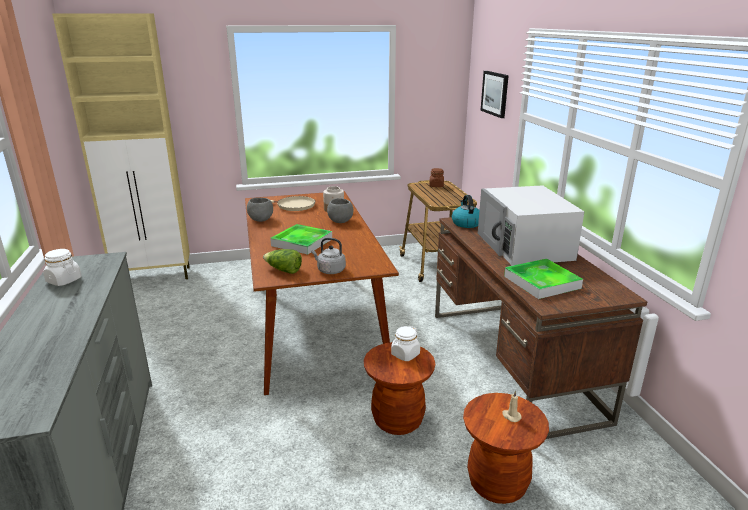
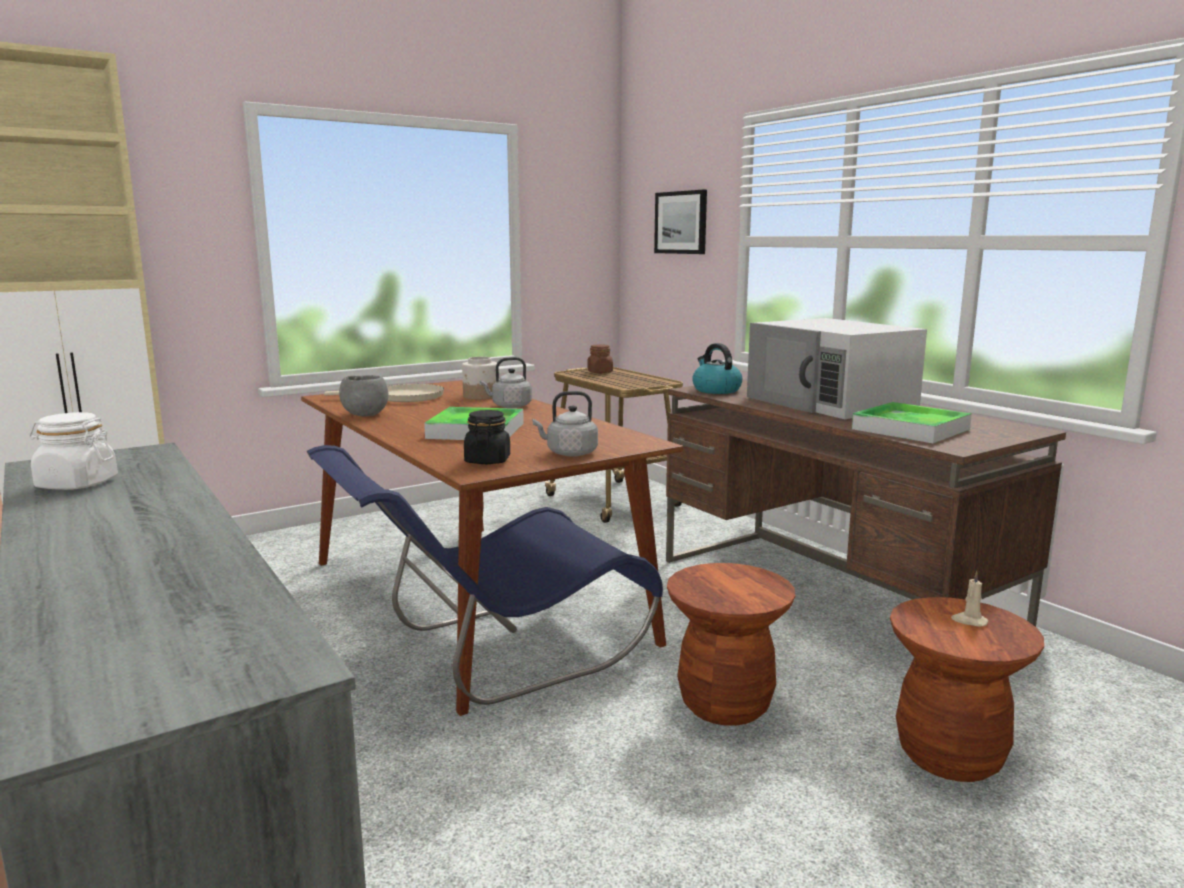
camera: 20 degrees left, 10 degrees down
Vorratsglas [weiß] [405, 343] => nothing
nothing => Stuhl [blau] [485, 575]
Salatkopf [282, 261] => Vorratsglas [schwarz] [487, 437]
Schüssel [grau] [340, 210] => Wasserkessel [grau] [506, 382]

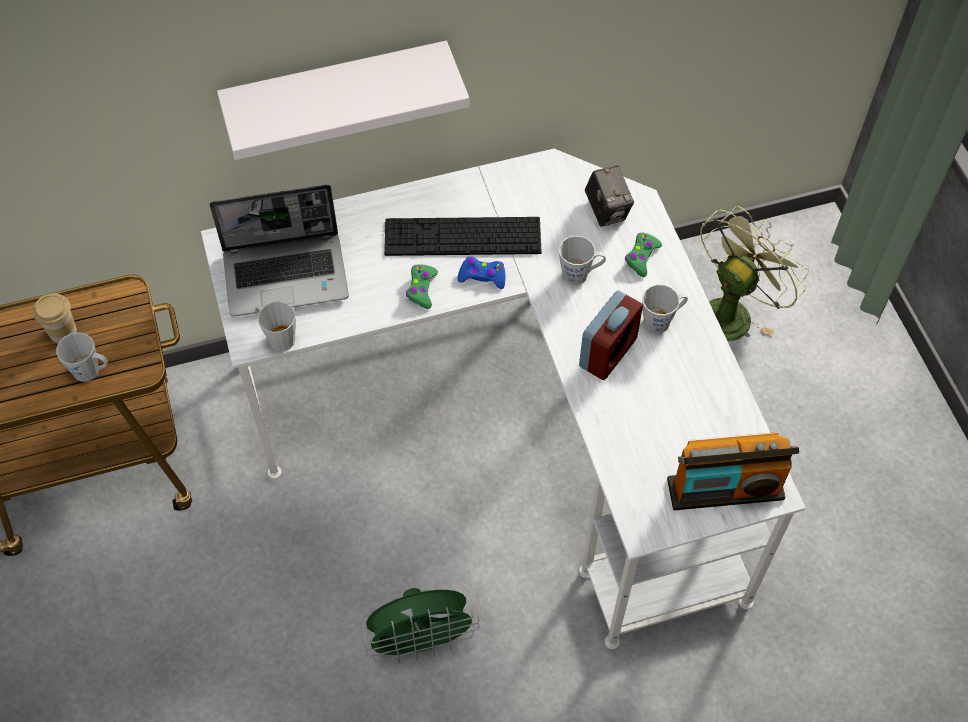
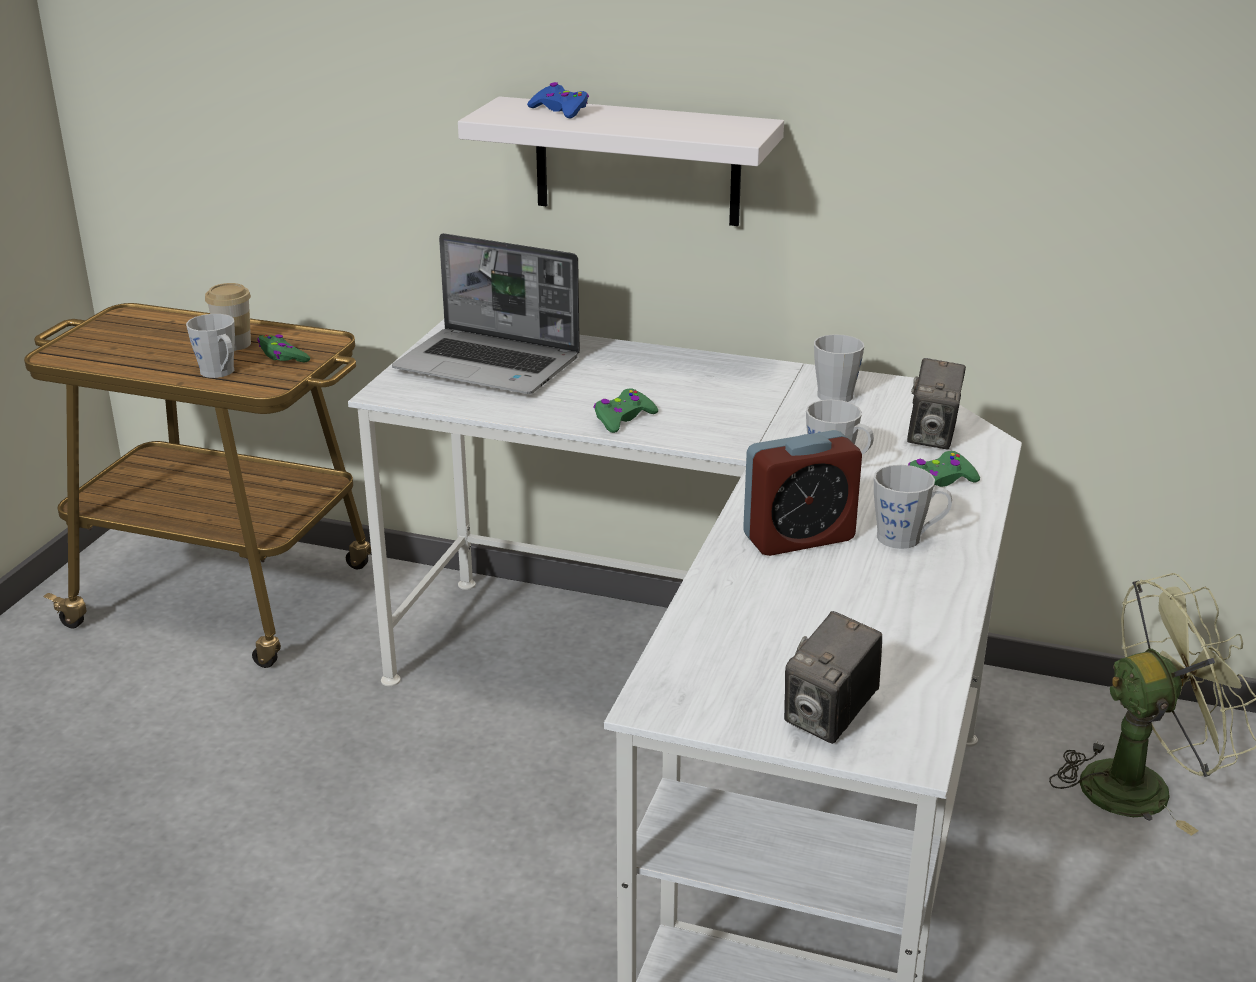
camera: 35 degrees right, 30 degrees down
Ventilator [grün] [421, 625] => nothing
Tastatur [462, 236] => nothing
nothing => Gamepad [grün] [283, 348]
Henkelbecher [grau] [275, 326] => Henkelbecher [grau] [839, 368], relocated
Gamepad [blau] [481, 272] => Gamepad [blau] [558, 100], relocated
Radio [733, 471] => Kamera [833, 677]

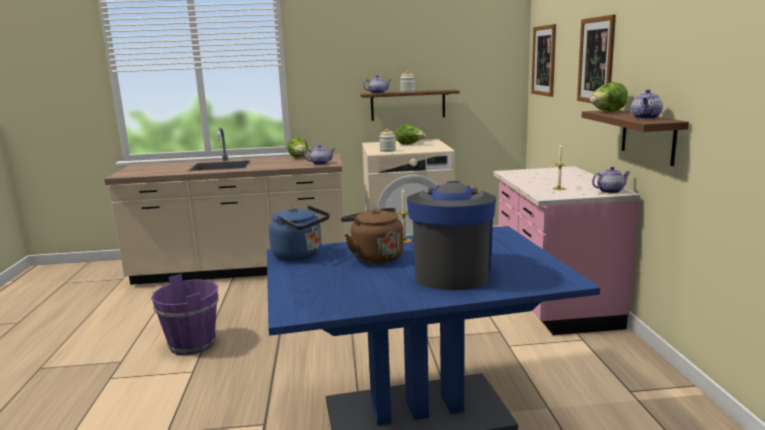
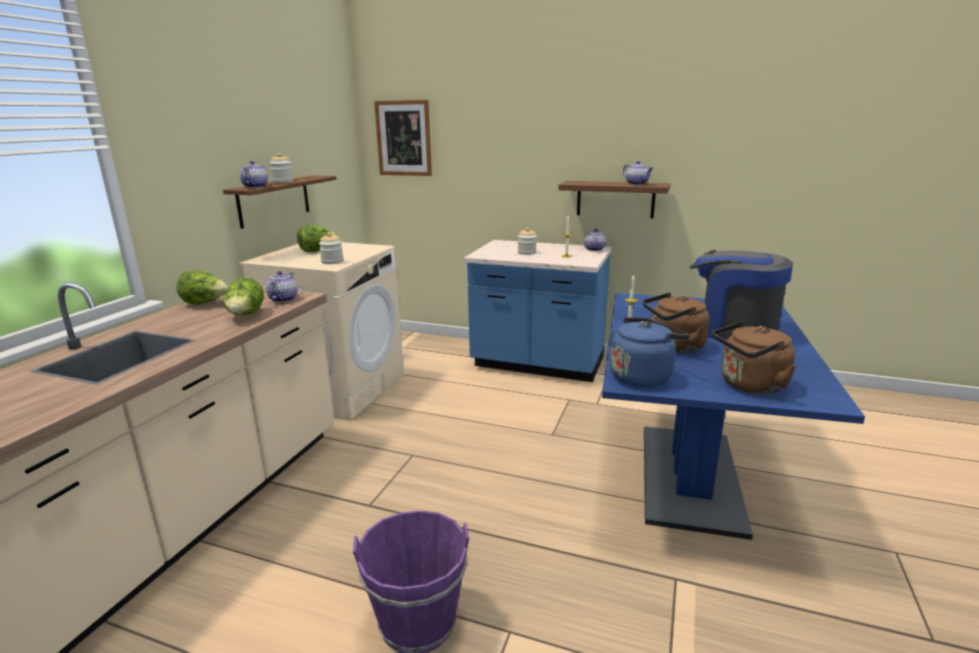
camera: 65 degrees left, 5 degrees up
Bild [596, 58] => nothing
nothing => Vorratsglas [527, 241]
nothing => Wasserkessel [braun] [754, 357]
Salatkopf [609, 97] => Salatkopf [243, 296], relocated
Küchenzeile [rosa] [567, 250] => Küchenzeile [blau] [538, 311]

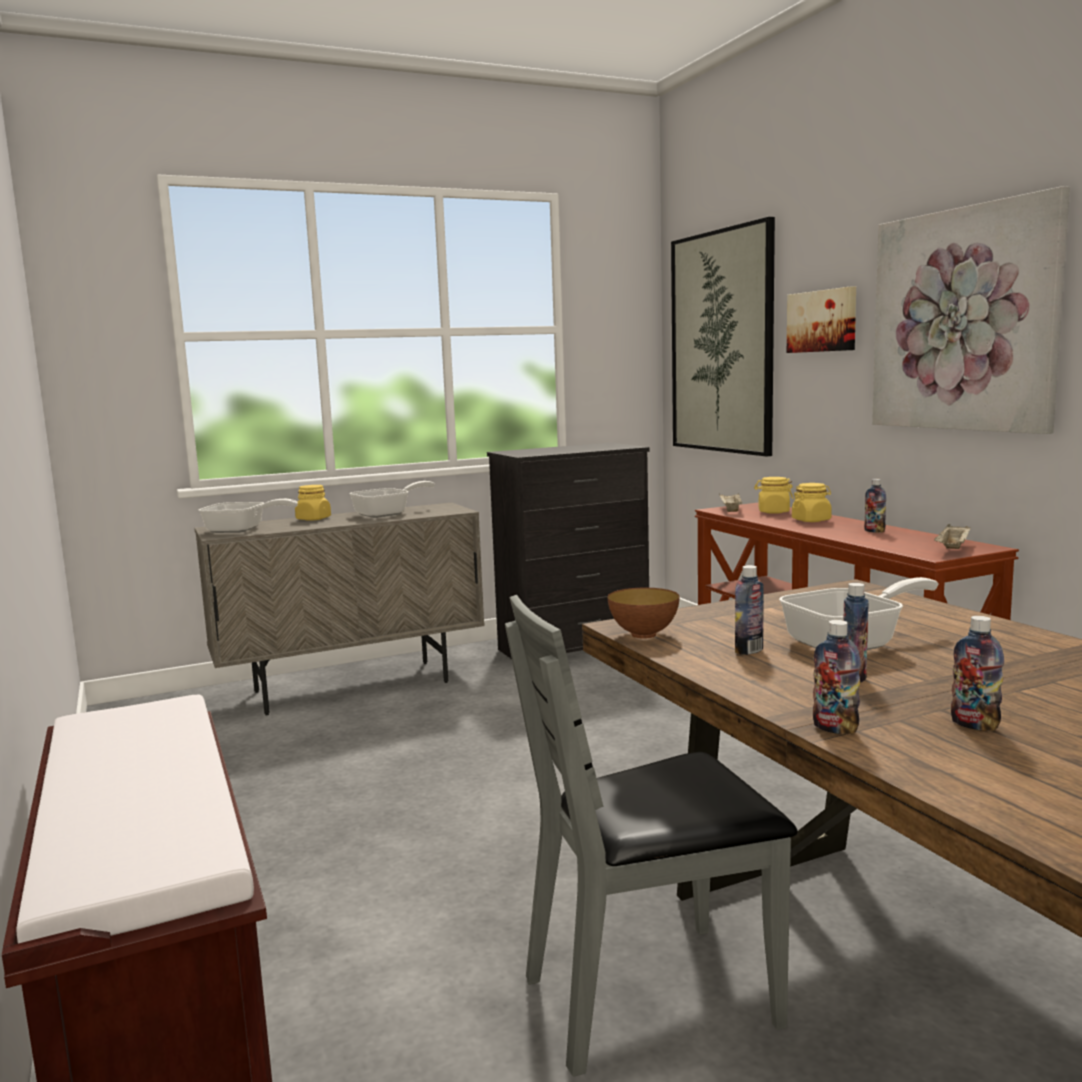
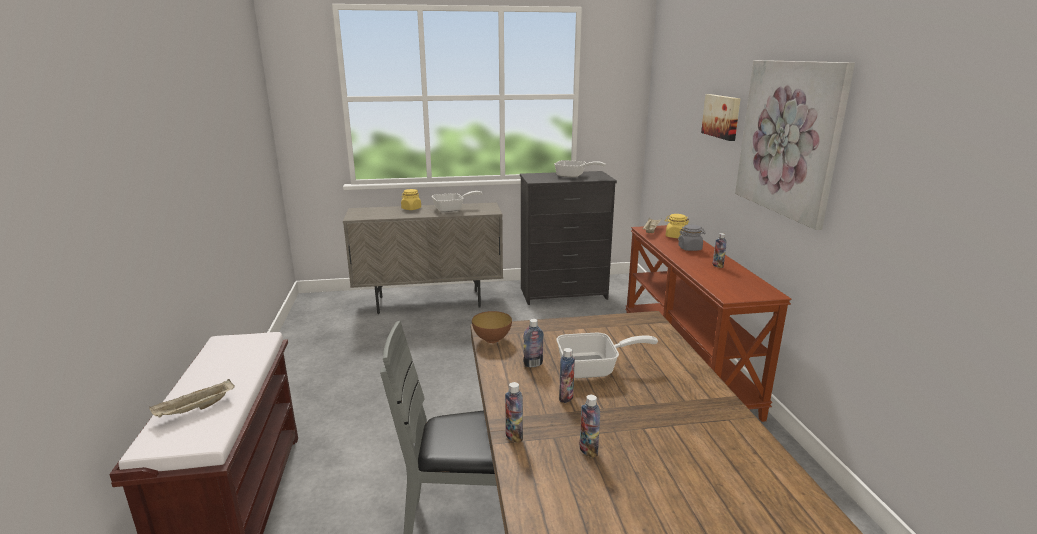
camera: 15 degrees right, 10 degrees up
Bild [723, 337] => nothing
Pfanne [248, 516] => Pfanne [580, 169], relocated
Tablett [beige] [952, 536] => Tablett [beige] [192, 398], relocated
Vorratsglas [gelb] [812, 502] => Vorratsglas [grau] [691, 237]

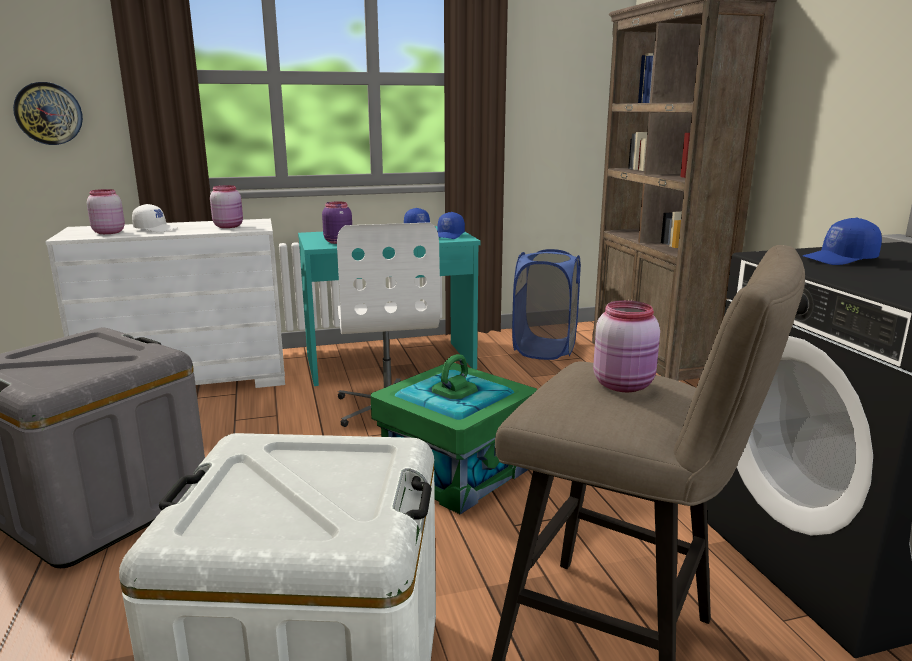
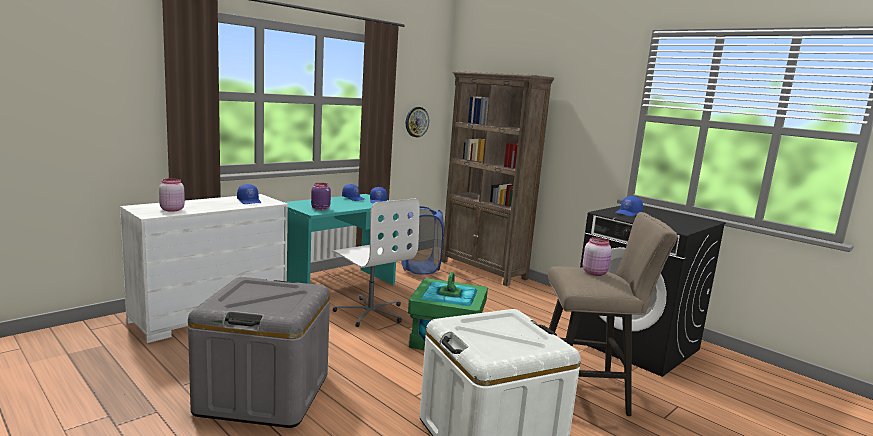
camera: 30 degrees left, 5 degrees down
Kappe [weiß] [155, 218] => nothing
Wanduhr [48, 113] => Wanduhr [417, 122], relocated
Vorratsglas [rosa] [226, 206] => Kappe [blau] [249, 194]

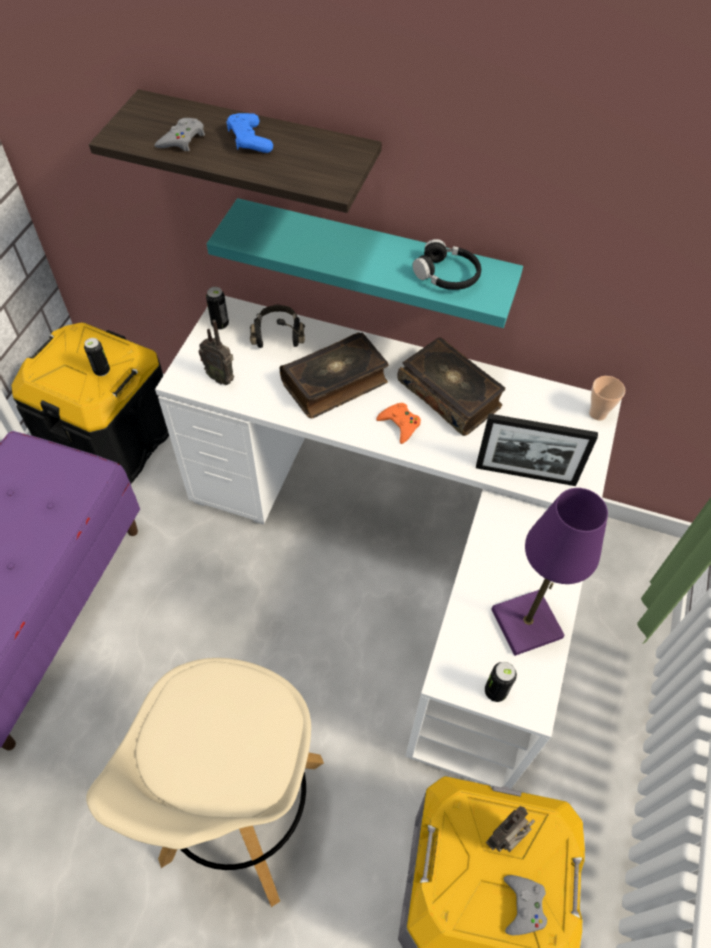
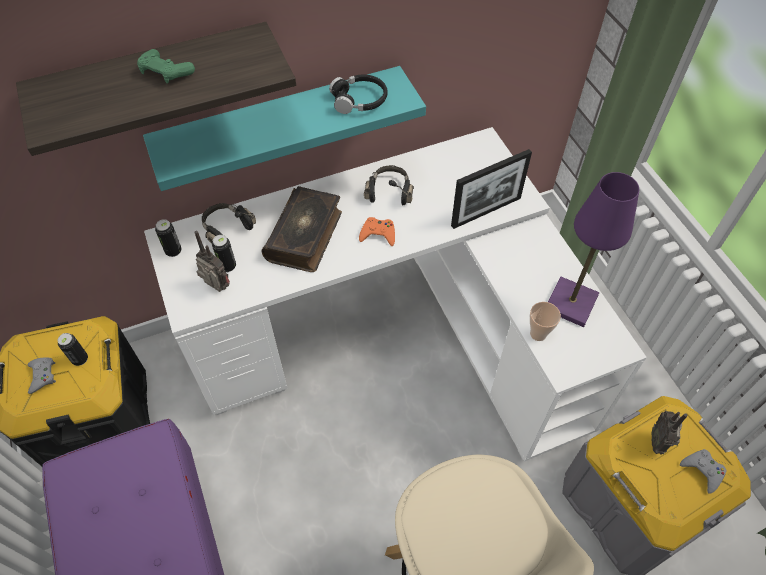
camera: 40 degrees left, 0 degrees up
Gamepad [grau] [179, 134] => Gamepad [grau] [42, 375], relocated
Dose [501, 682] => Dose [224, 253], relocated
Tasse [607, 398] => Tasse [545, 321], relocated
Buch [451, 386] => Kopfhörer [schwarz] [389, 185]
Gamepad [blau] [249, 133] => Gamepad [grün] [166, 66]
Radio [216, 352] => Radio [212, 261], 135 degrees counterclockwise

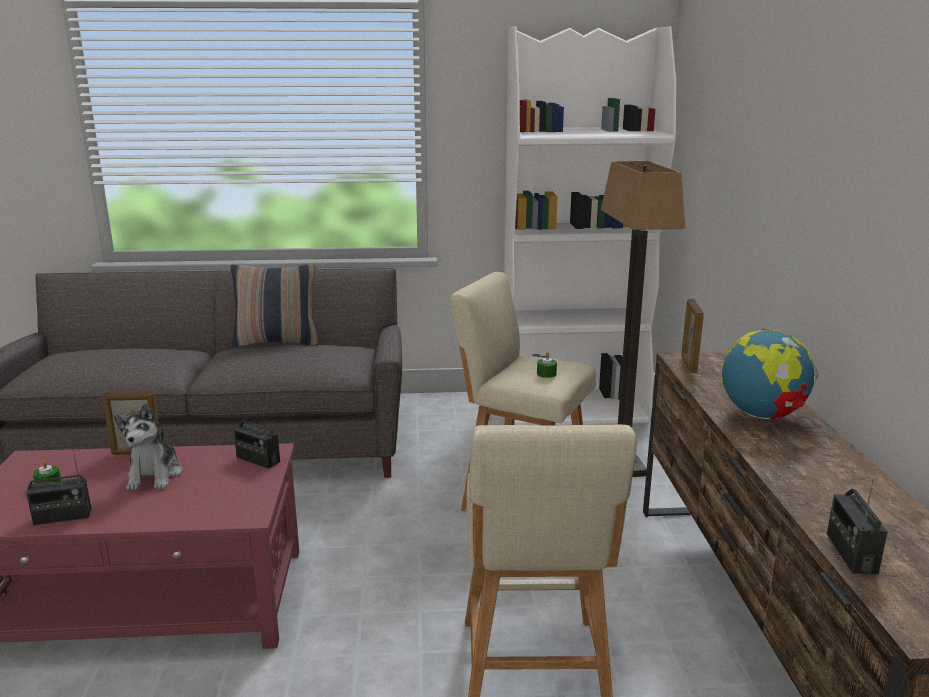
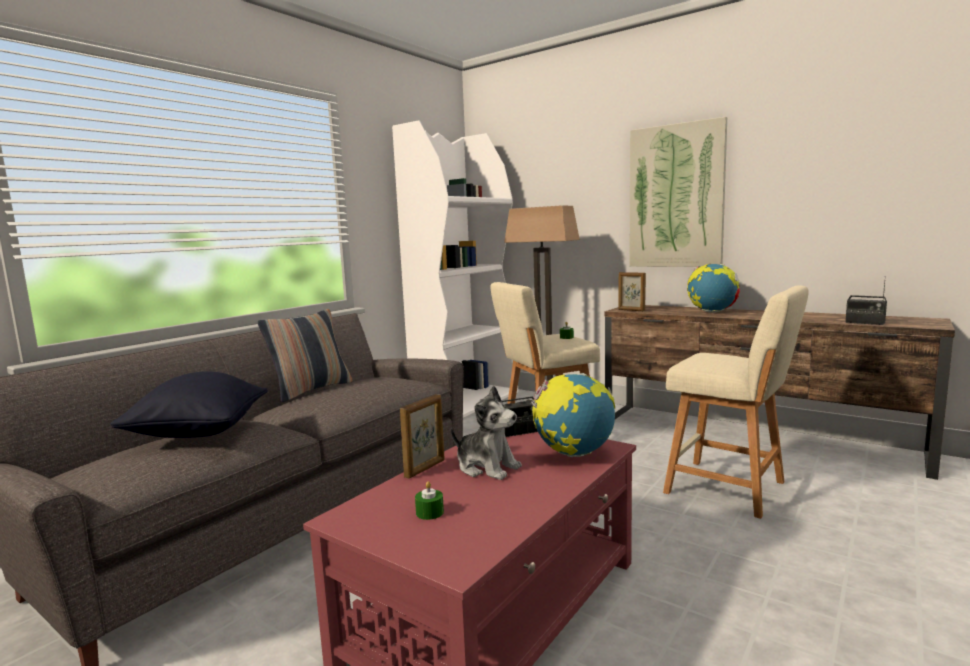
camera: 50 degrees left, 10 degrees down
Radio [58, 487] => nothing
nothing => Kissen [schwarz] [189, 404]
nothing => Globus [573, 415]
nothing => Bild [678, 192]

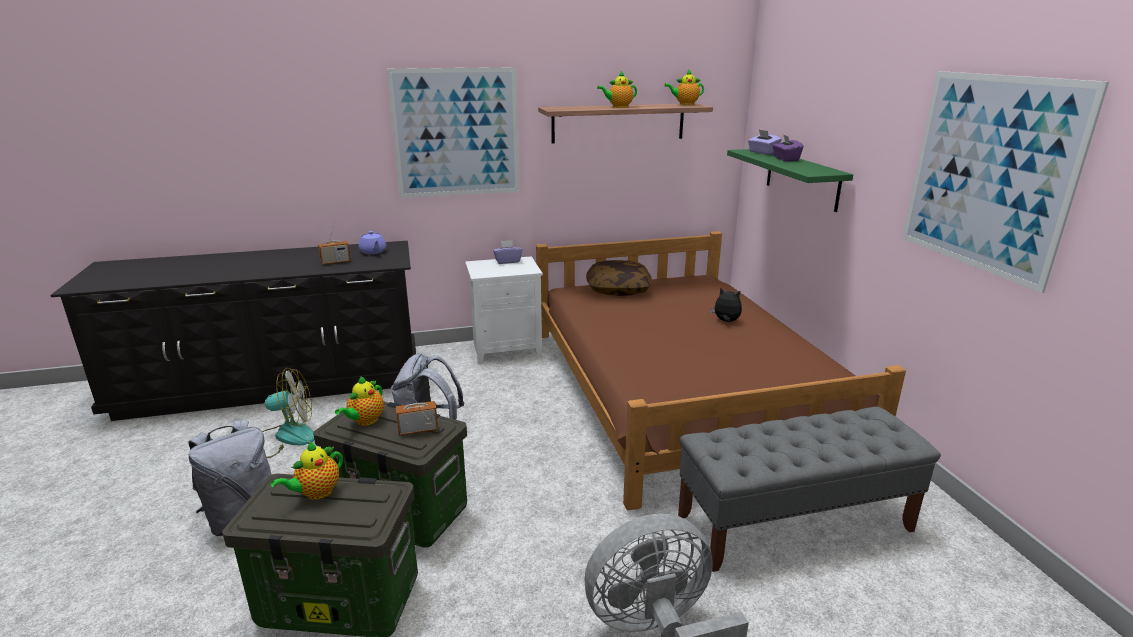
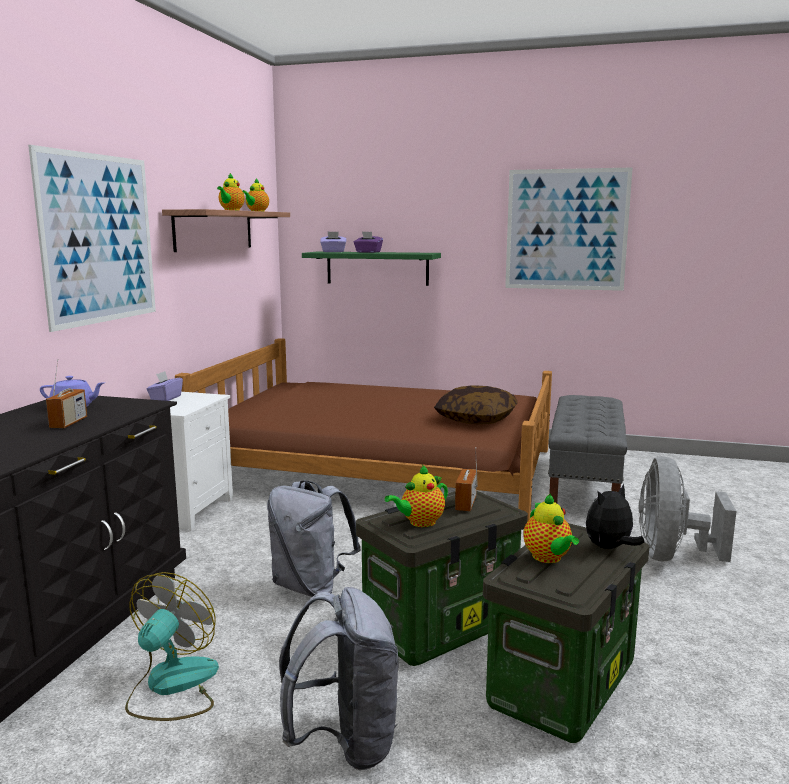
camera: 60 degrees left, 10 degrees down
Kissen [619, 278] => Kissen [475, 404], relocated
Plüschtier [726, 304] => Plüschtier [615, 516], relocated
Teekanne [359, 401] => Teekanne [416, 496], 90 degrees clockwise

